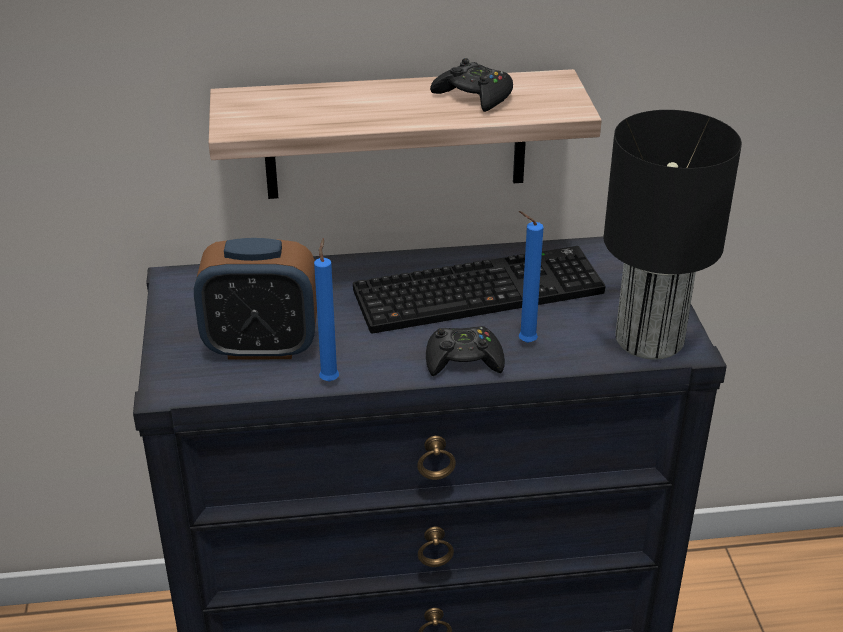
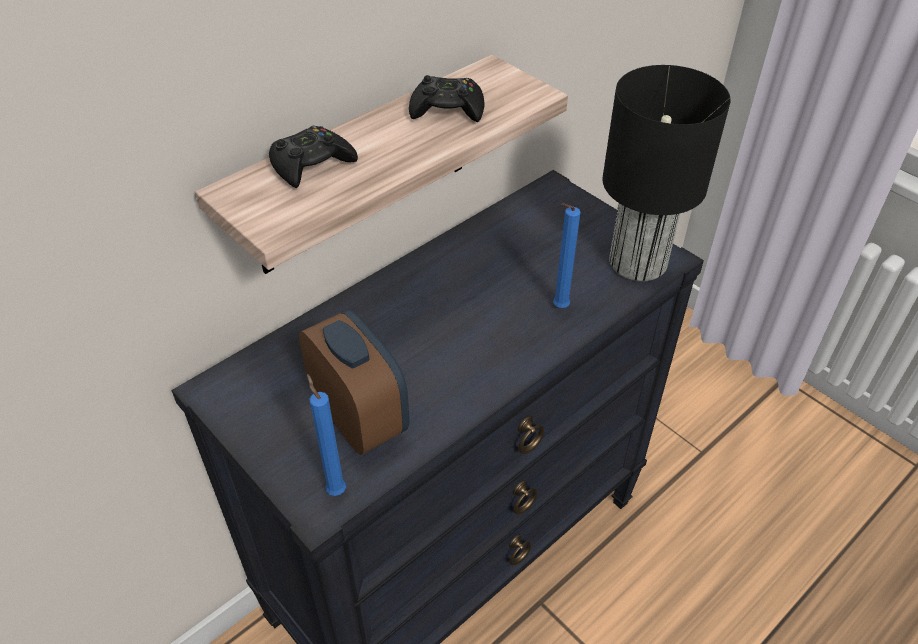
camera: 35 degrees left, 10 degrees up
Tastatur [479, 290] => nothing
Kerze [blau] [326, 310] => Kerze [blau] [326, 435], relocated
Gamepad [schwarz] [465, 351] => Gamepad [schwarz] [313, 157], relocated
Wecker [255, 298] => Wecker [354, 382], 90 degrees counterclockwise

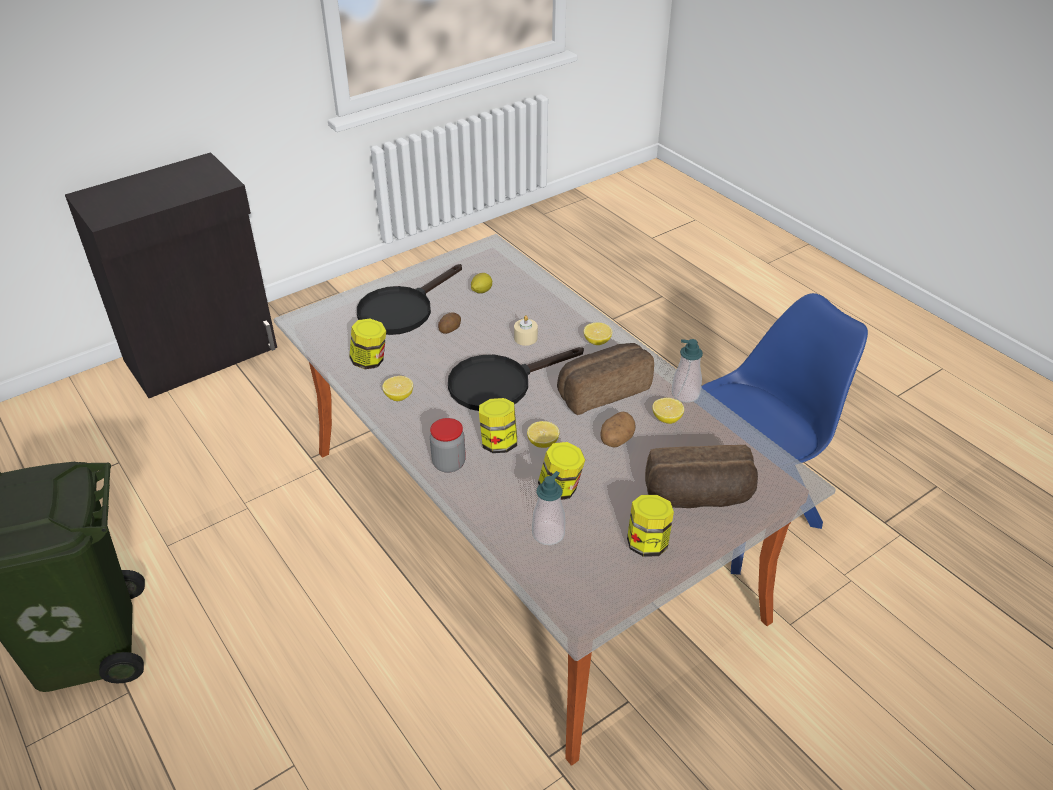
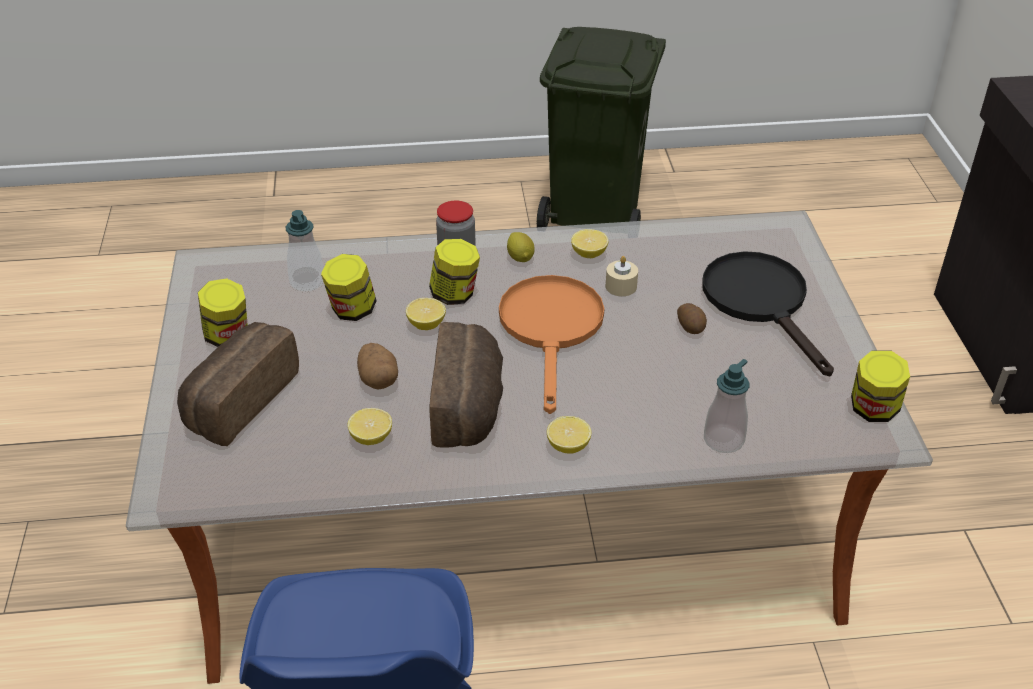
camera: 120 degrees right, 0 degrees up
Vorratsglas [367, 344] => Vorratsglas [880, 386], relocated
Zitrone [481, 283] => Zitrone [521, 247], relocated
Kerze [beige] [526, 330] => Kerze [beige] [621, 276], relocated
Seifenspender [687, 371] => Seifenspender [726, 406], relocated
Pfanne [schwarz] [516, 379] => Pfanne [orange] [551, 344]

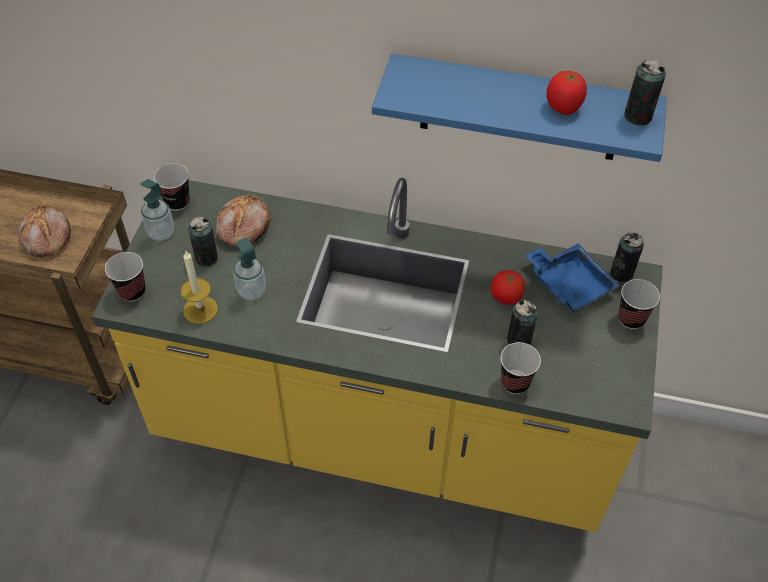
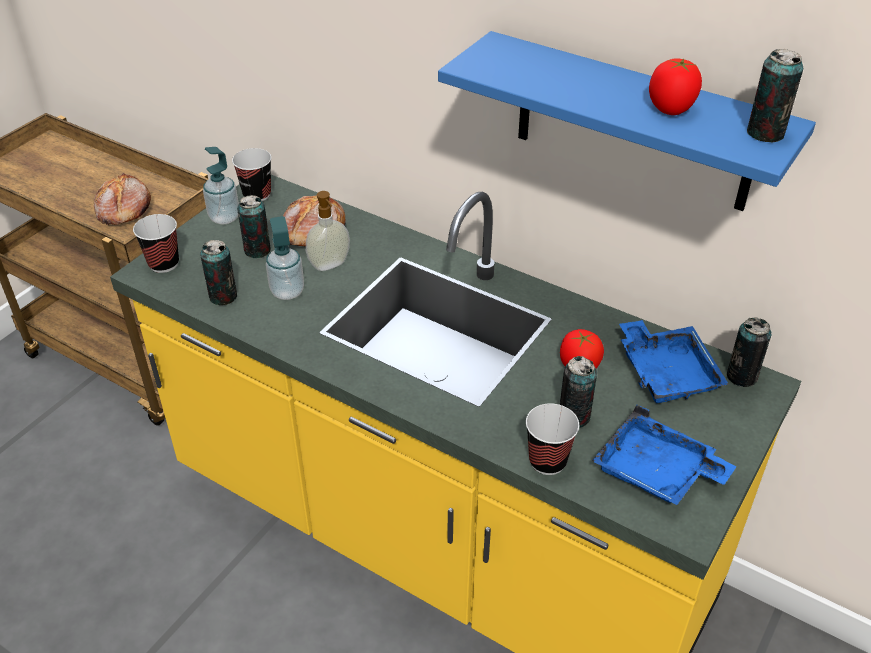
camera: 20 degrees right, 10 degrees down
Tasse [639, 304] => nothing
nothing => Seifenspender [328, 231]
nothing => Tablett [blau] [664, 454]
Kerze [199, 287] => Dose [218, 272]

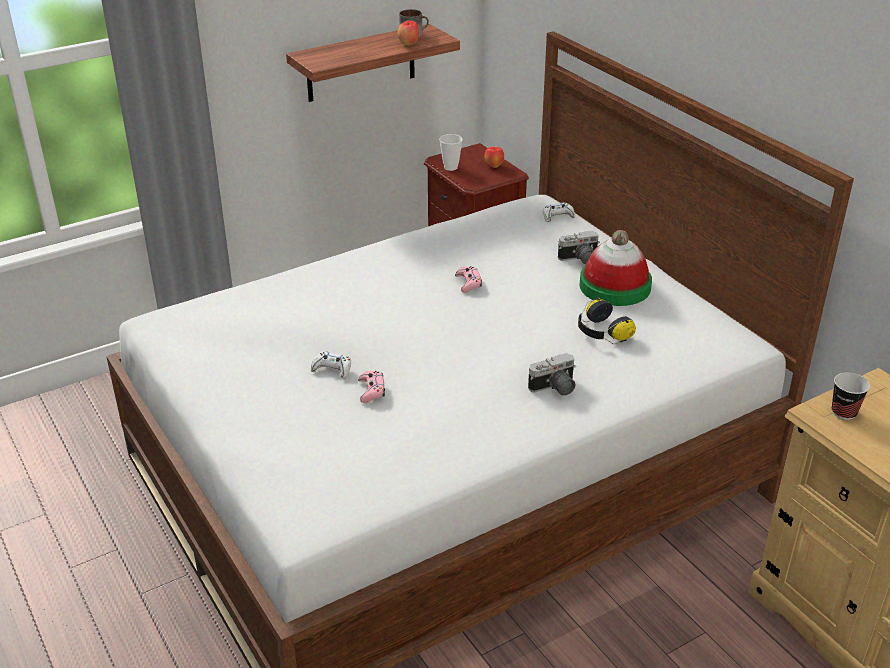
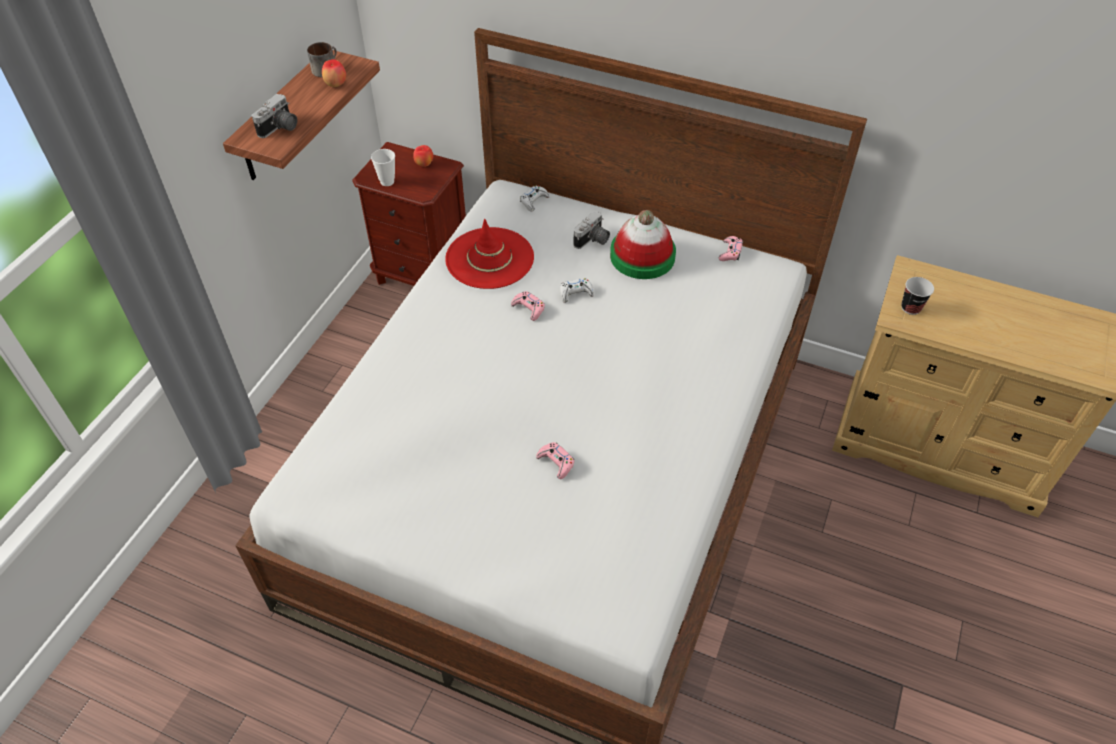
camera: 35 degrees left, 15 degrees up
Kopfhörer [607, 320] => nothing
nothing => Hut [rot] [489, 254]
nothing => Gamepad [rosa] [731, 248]
Gamepad [weiß] [331, 365] => Gamepad [weiß] [577, 290], relocated
Kamera [552, 374] => Kamera [274, 116], relocated

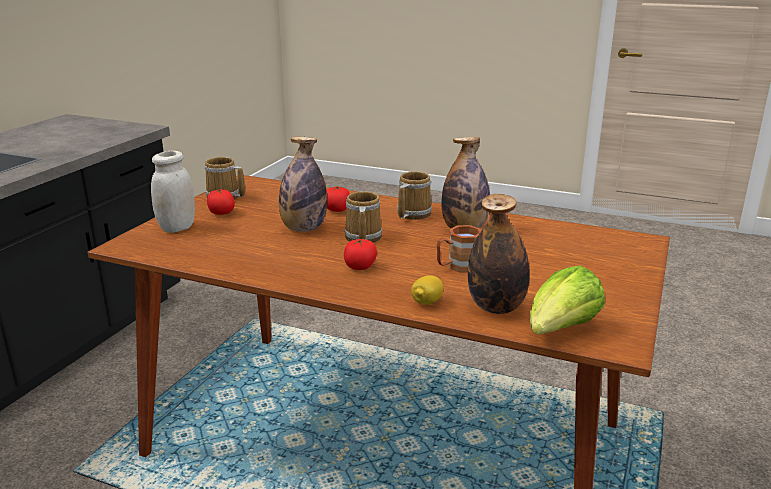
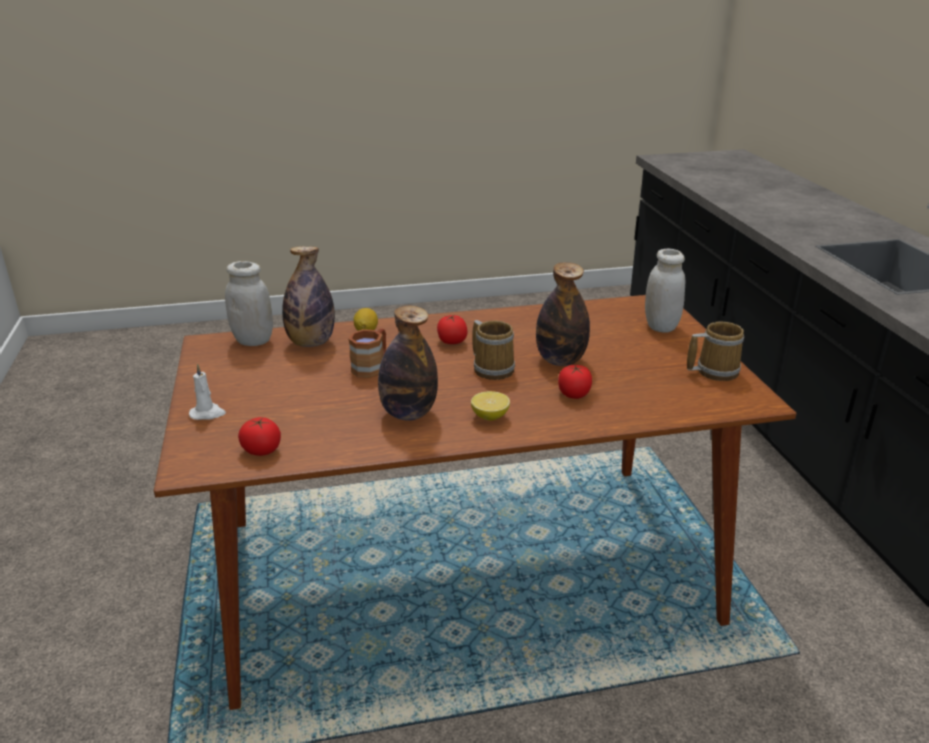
camera: 145 degrees right, 5 degrees up
nothing => Kerze [weiß] [207, 392]
Tomate [221, 202] => Tomate [259, 436], relocated
Henkelbecher [414, 195] => Zitrone [490, 406]
Salatkopf [567, 300] => Vorratsglas [weiß] [249, 303]

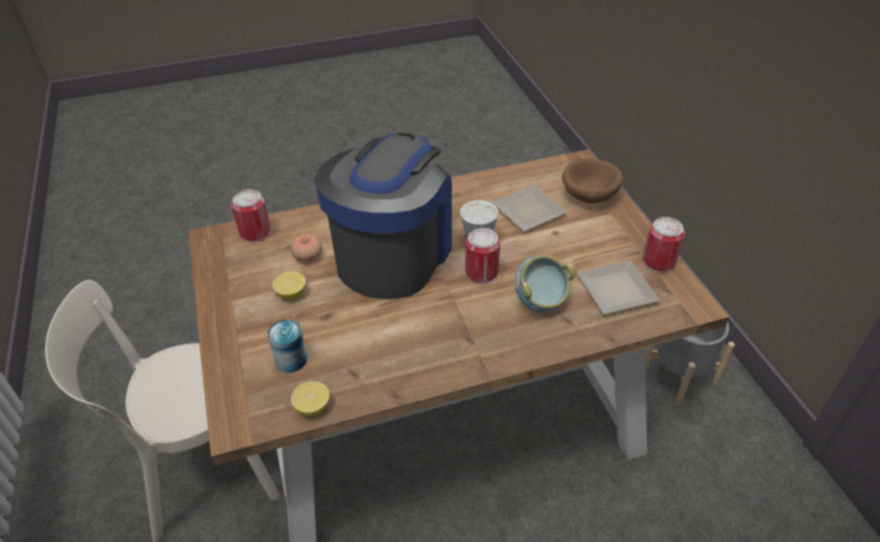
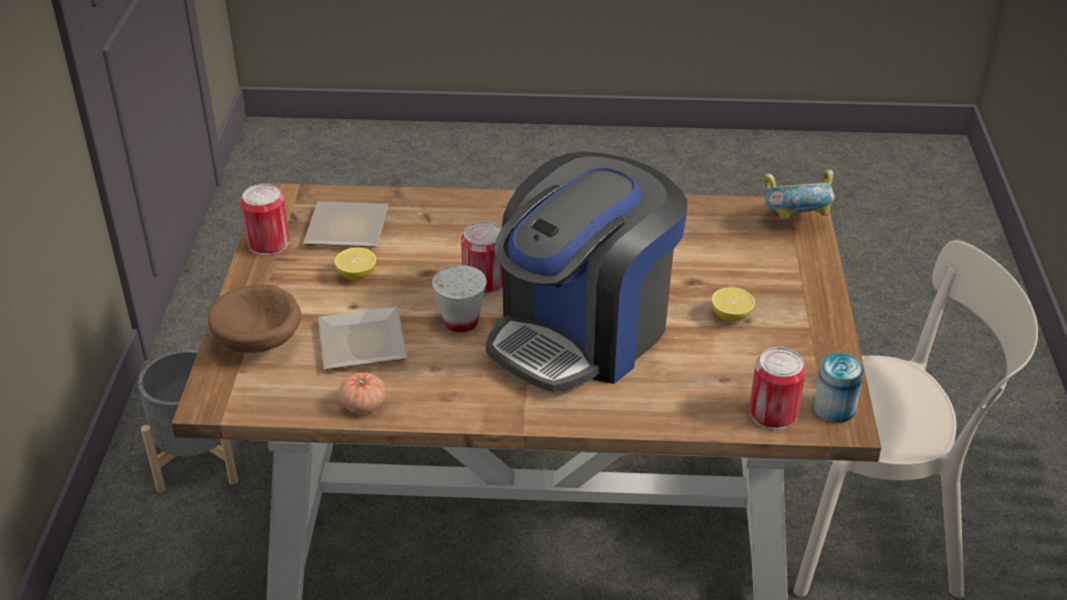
camera: 160 degrees left, 5 degrees down
Dose [287, 346] => Dose [838, 388], relocated
Tomate [306, 248] => Tomate [362, 393], relocated
Zitrone [310, 398] => Zitrone [355, 263], relocated
Schüssel [545, 283] => Schüssel [799, 194], relocated

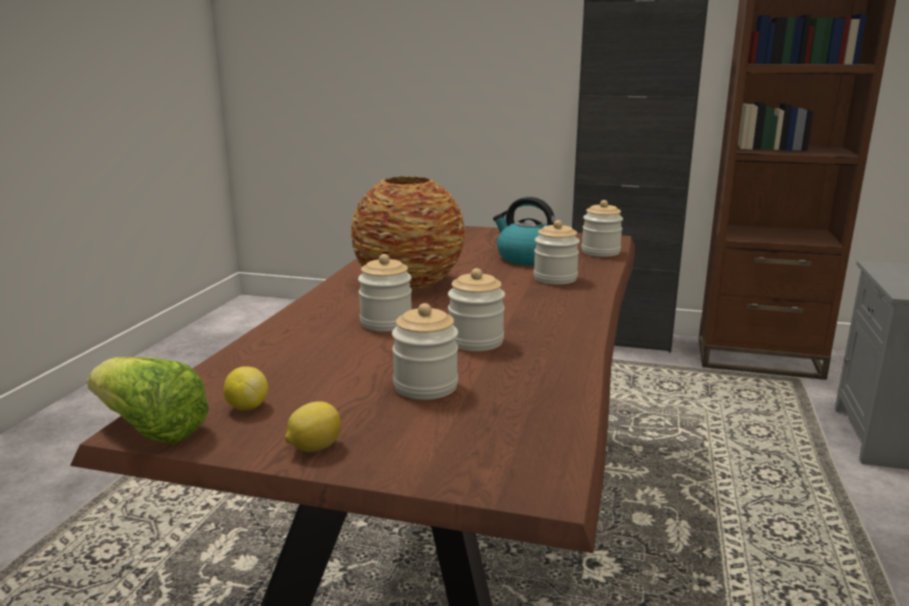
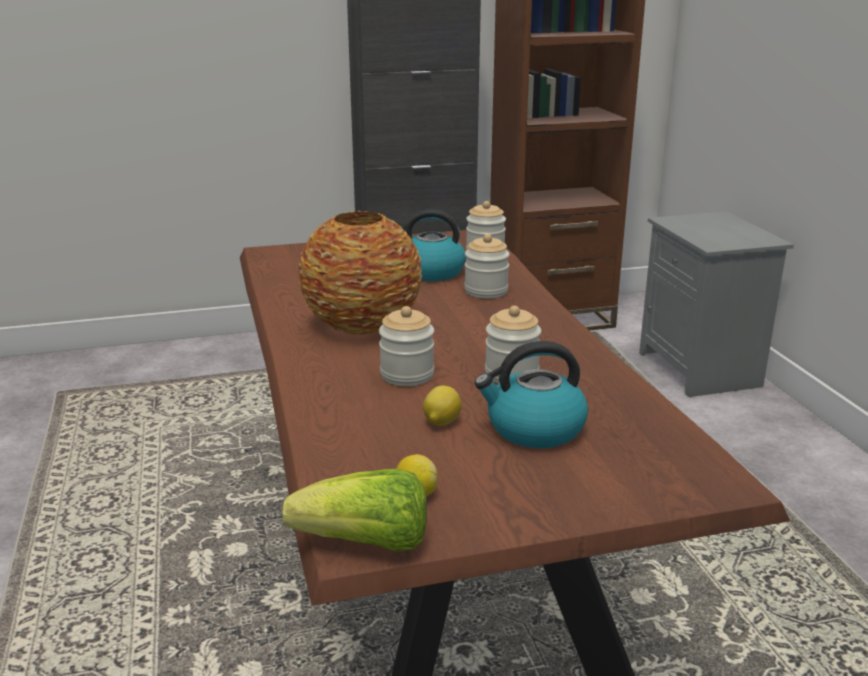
camera: 30 degrees left, 5 degrees up
Zitrone [313, 426] => Zitrone [442, 405], relocated
Vorratsglas [425, 351] => Wasserkessel [531, 394]

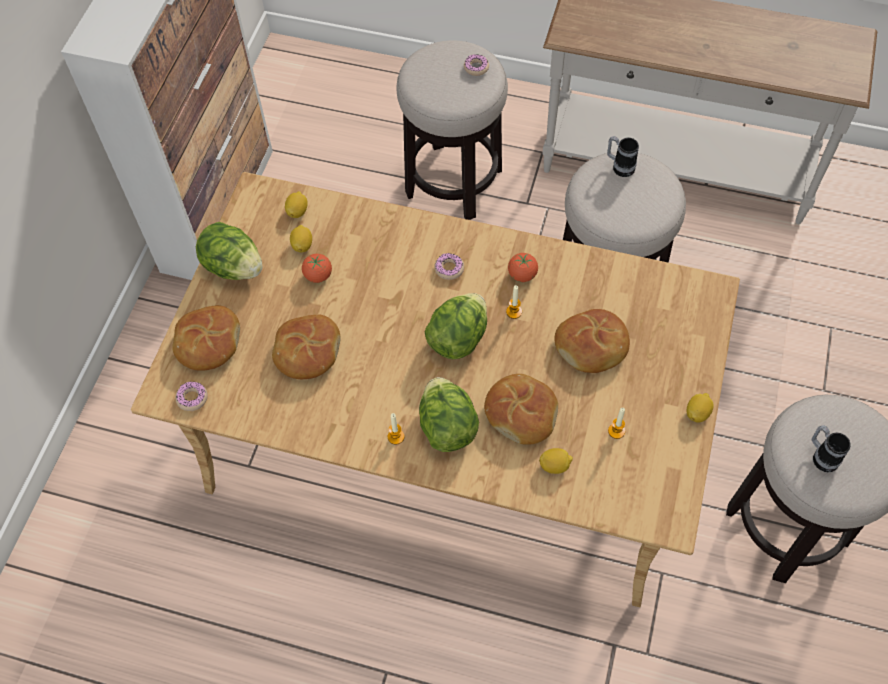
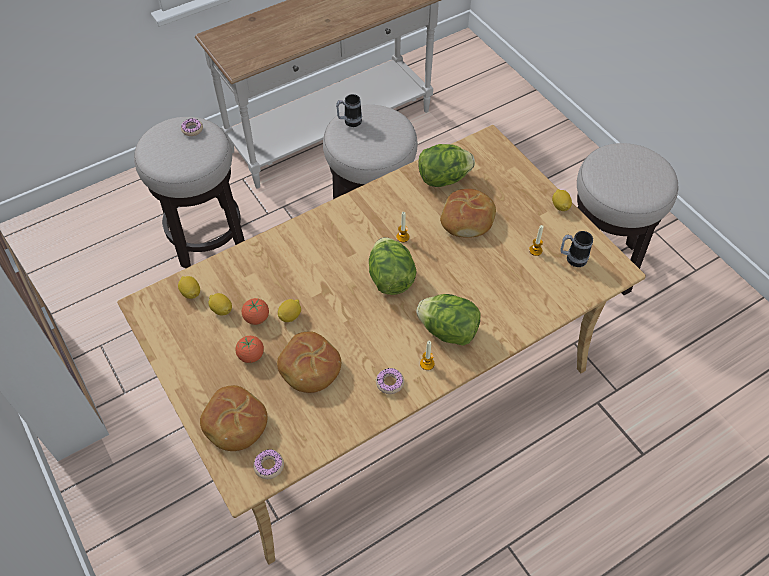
camera: 50 degrees left, 5 degrees down
Brot [521, 409] => nothing
Salatkopf [229, 251] => Salatkopf [446, 165], relocated
Donut [449, 266] => Donut [390, 381], relocated
Tomate [523, 267] => Tomate [249, 349], relocated
Zitrone [556, 461] => Zitrone [289, 310], relocated
Henkelbecher [831, 448] => Henkelbecher [576, 249], relocated

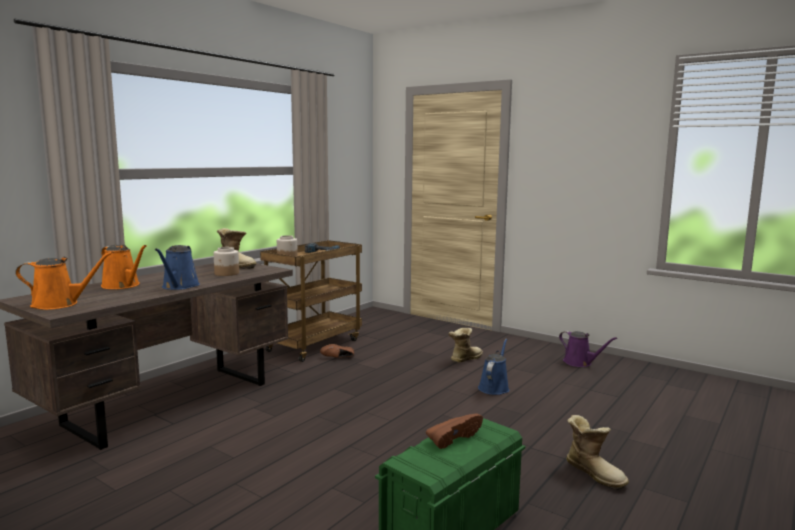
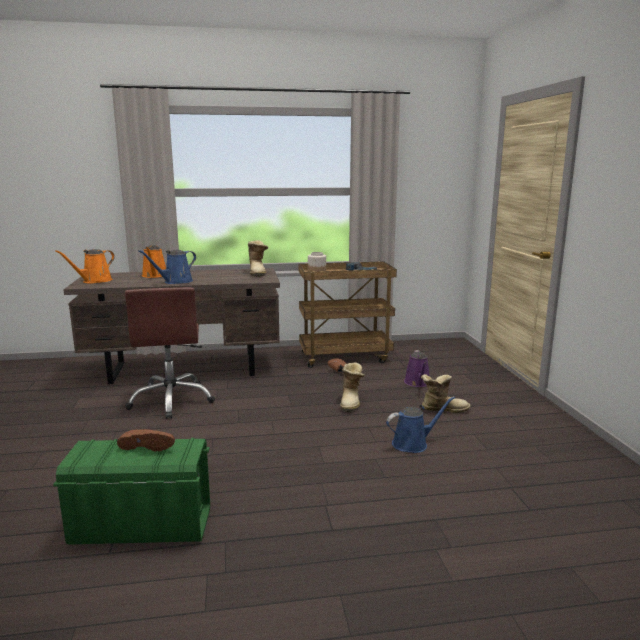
camera: 45 degrees right, 5 degrees up
Vorratsglas [226, 261] => nothing
nothing => Bürostuhl [braun] [170, 353]
Gießkanne [lila] [588, 349] => Gießkanne [lila] [417, 368], relocated
Stiefel [597, 452] => Stiefel [352, 387], relocated
Gießkanne [orange] [63, 281] => Gießkanne [orange] [85, 266], 90 degrees clockwise

